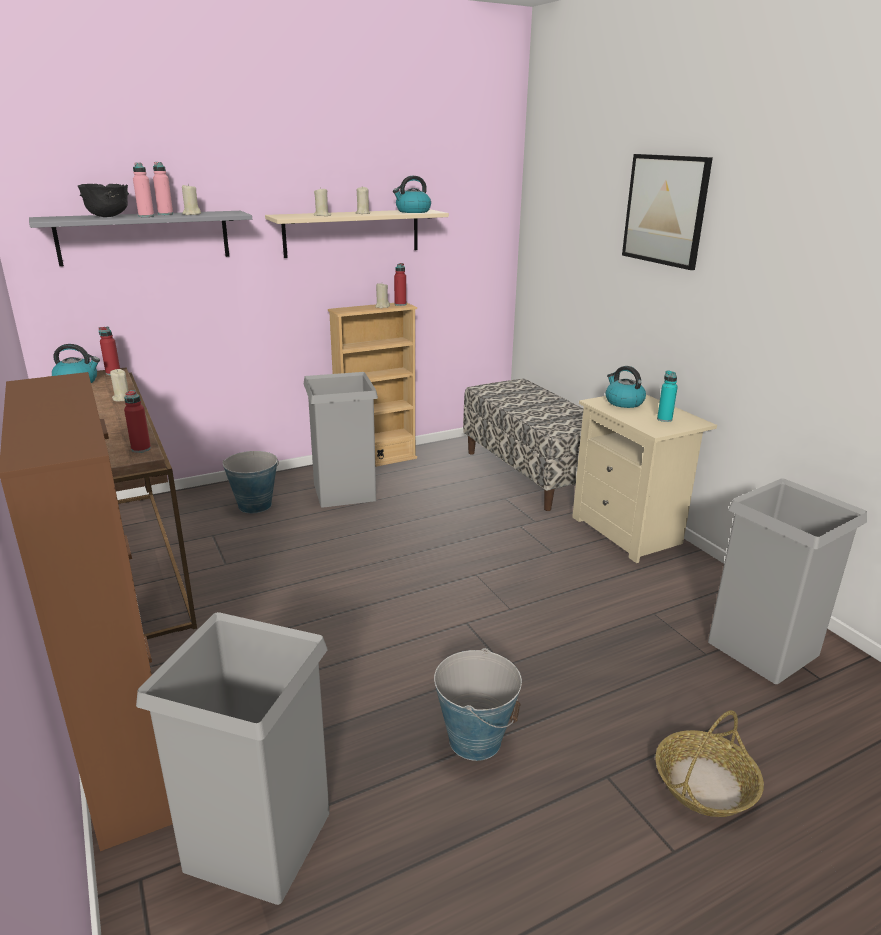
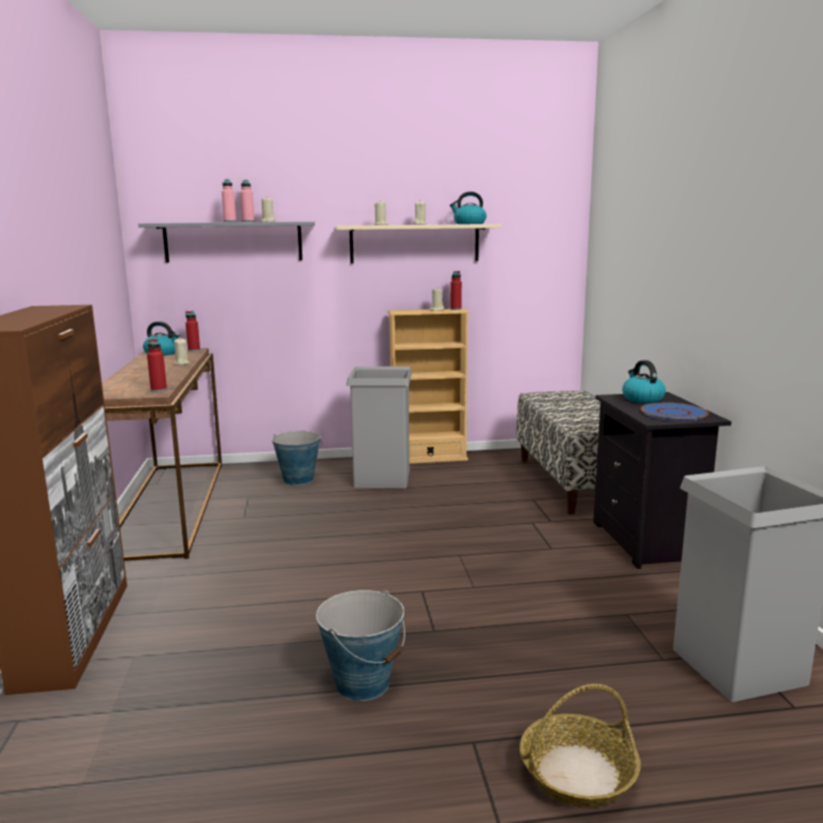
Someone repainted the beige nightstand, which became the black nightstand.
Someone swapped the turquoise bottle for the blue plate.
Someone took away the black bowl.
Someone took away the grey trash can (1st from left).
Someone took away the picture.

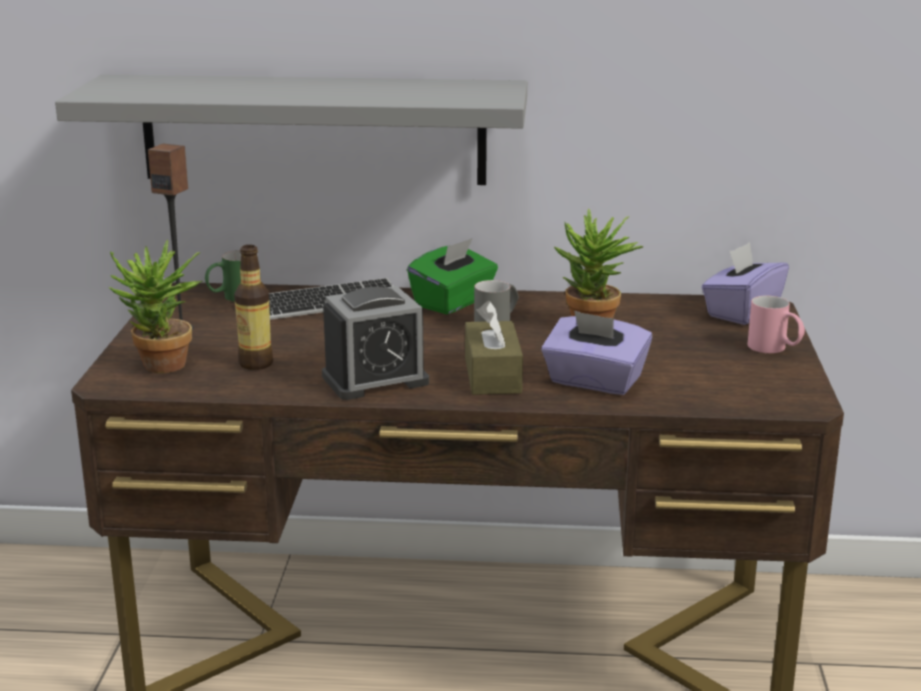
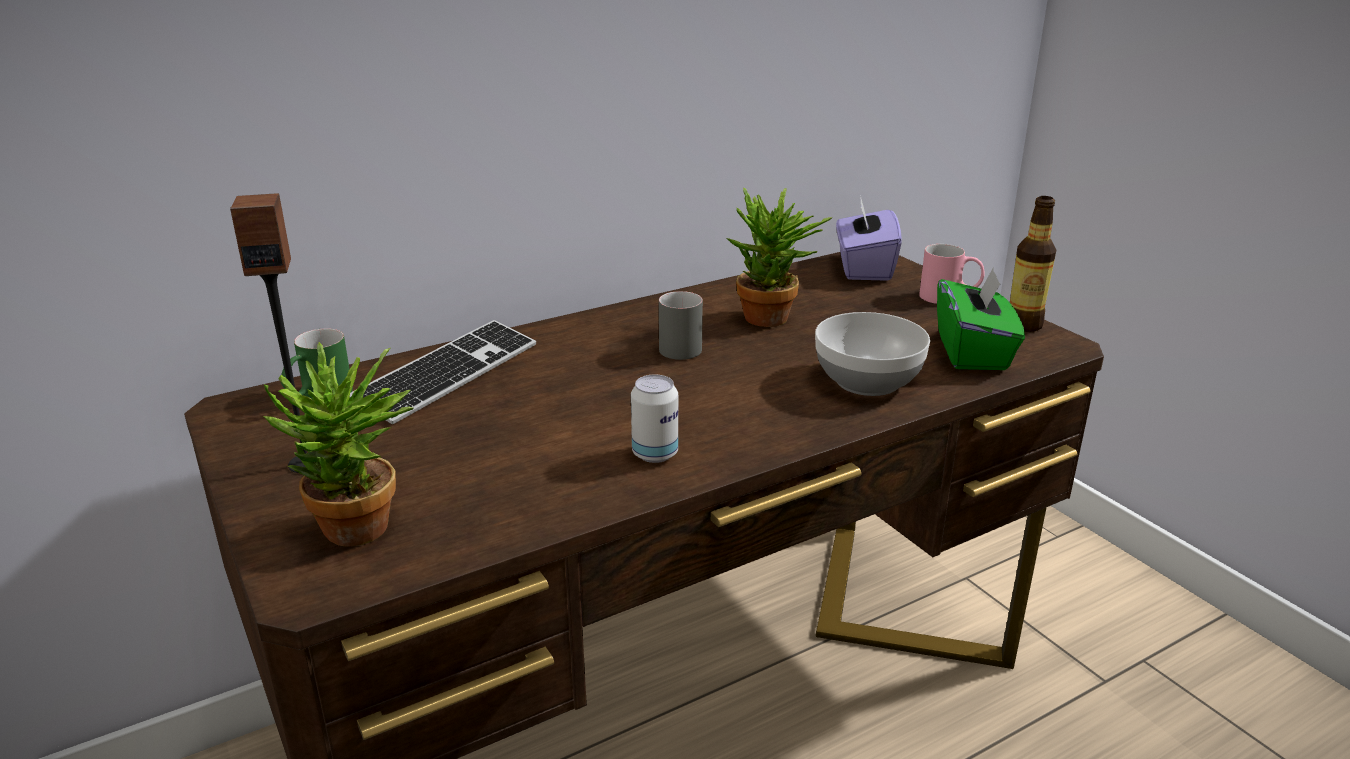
Someone swapped the alarm clock for the can.
Someone swapped the purple tissue box (1st from left) for the bowl.
Someone carried the green tissue box.
Someone carried the bottle.
Someone took away the grey shelf.
Someone took away the brown tissue box.

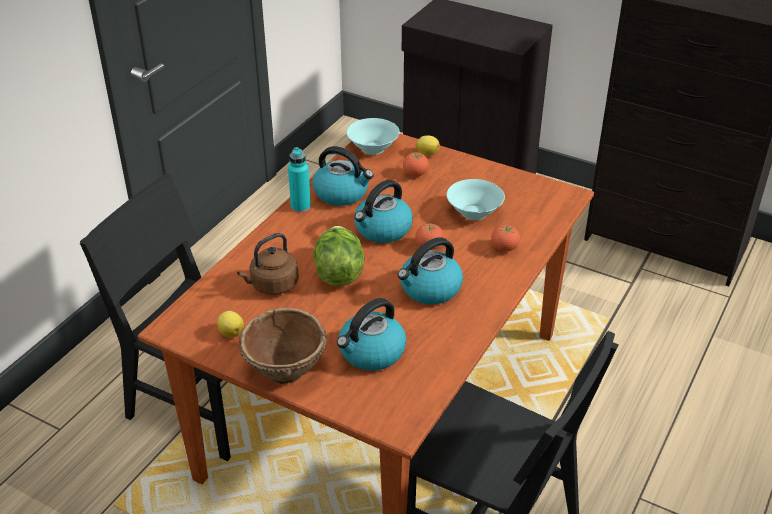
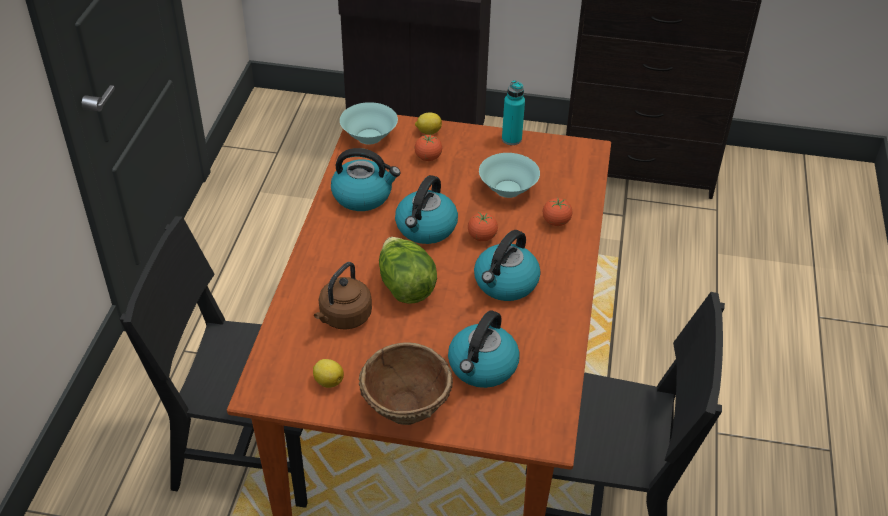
Someone carried the turquoise bottle.

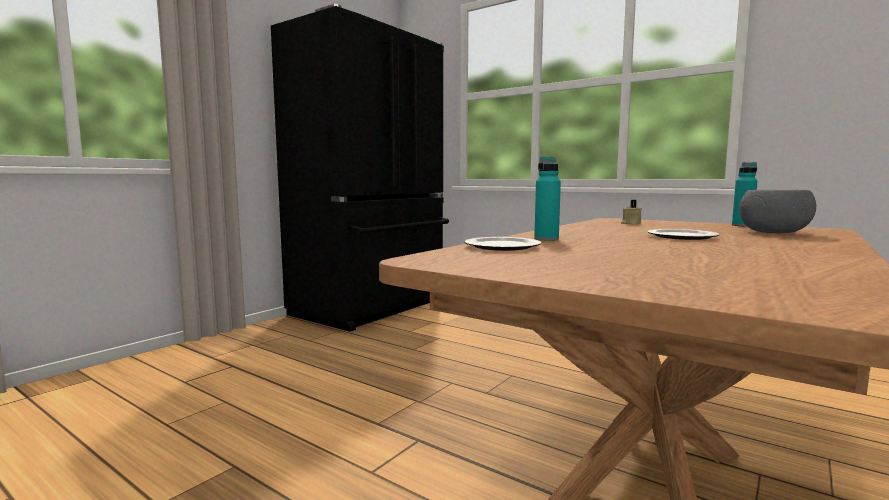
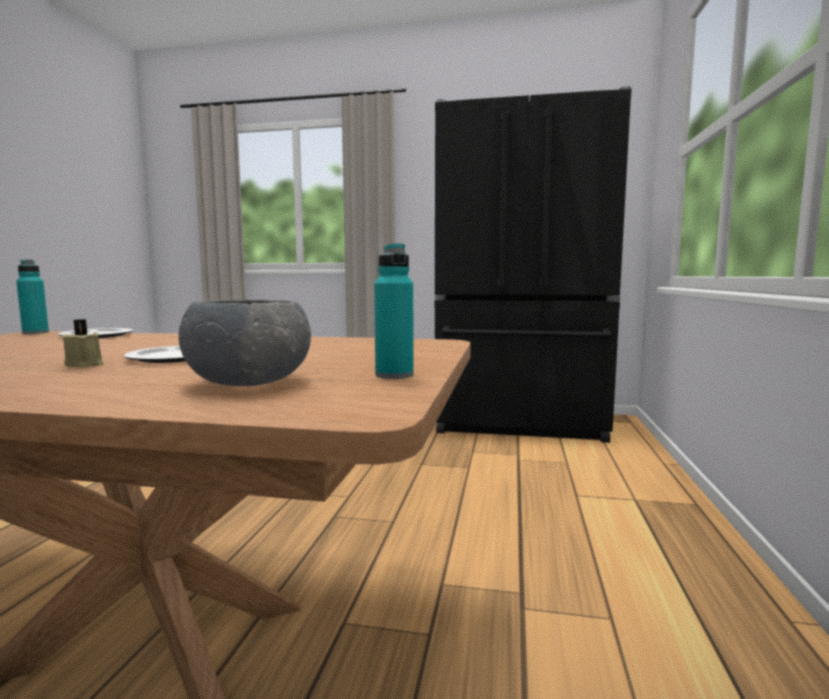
Someone carried the turquoise bottle (1st from left).
Someone carried the beige candle.

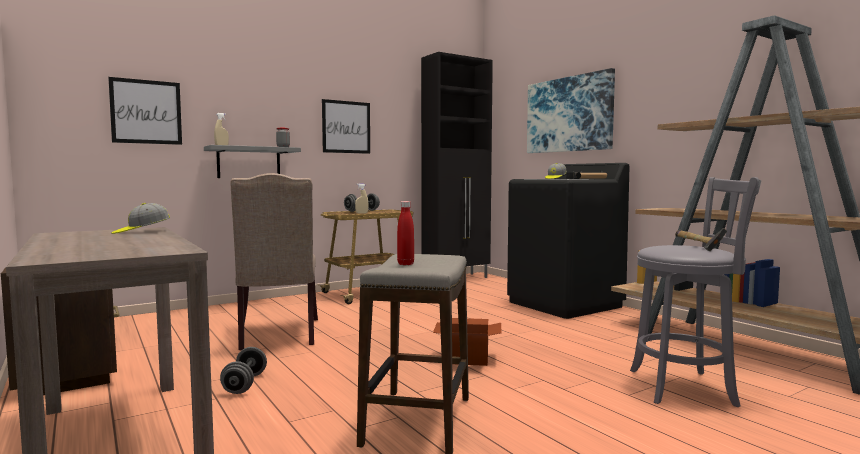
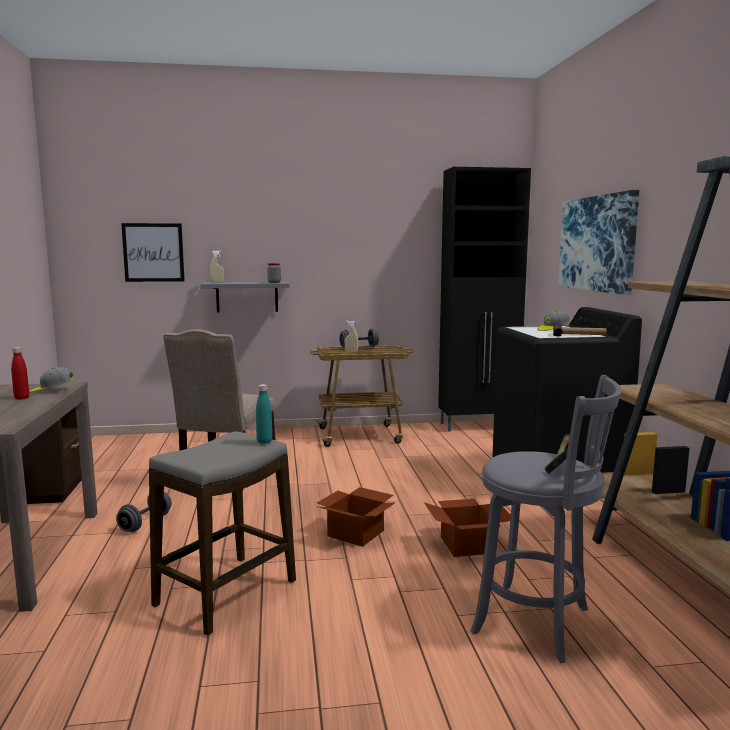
Someone carried the red bottle.
Someone put down the turquoise bottle.
Someone put down the cardboard box (2nd from left).
Someone took away the picture (2nd from left).

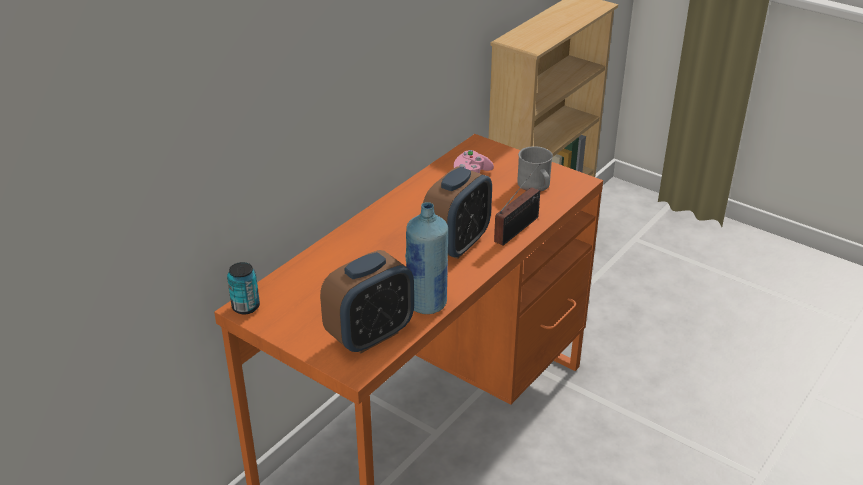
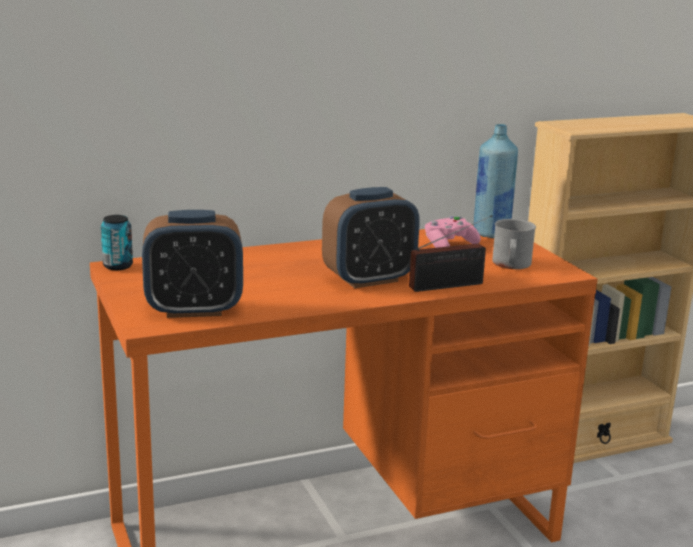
Someone carried the blue bottle.

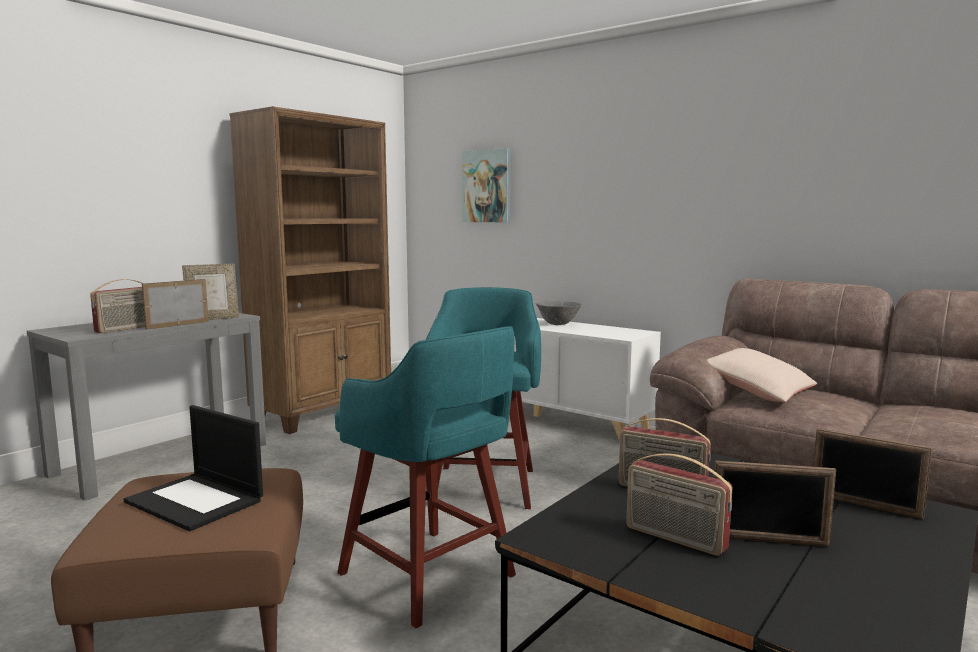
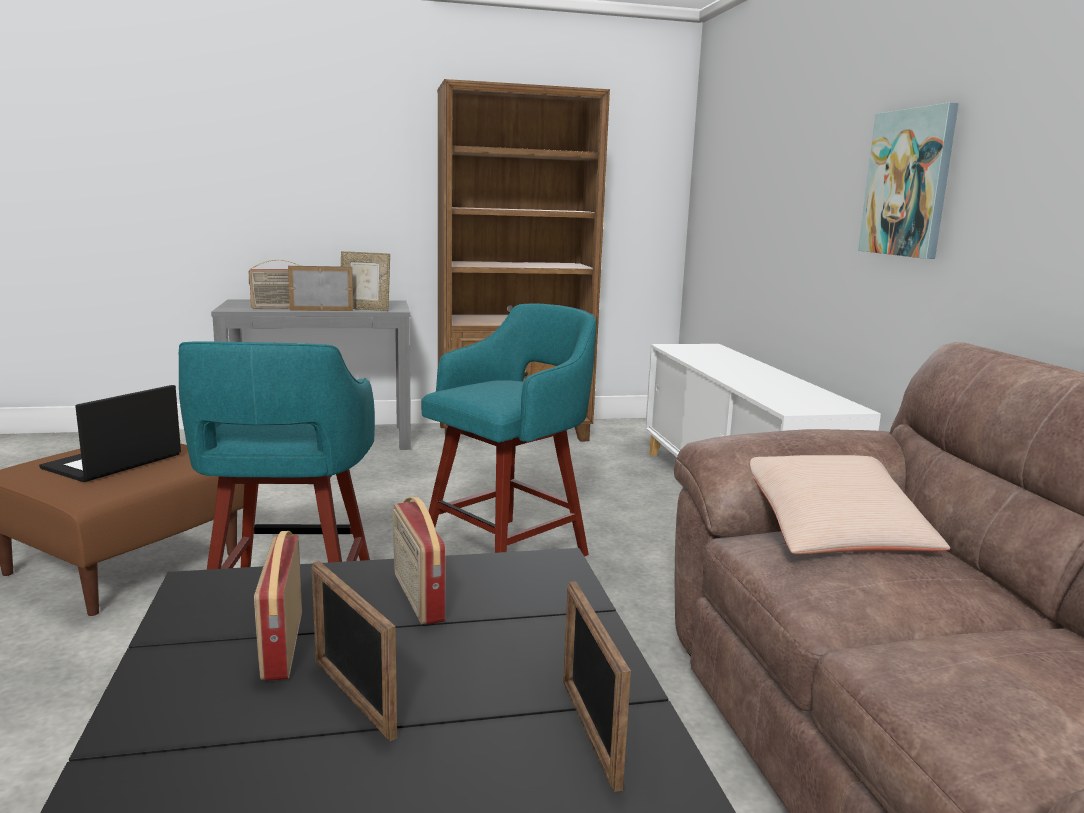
Someone rotated the laptop by 45 degrees clockwise.
Someone carried the picture.
Someone took away the grey bowl.

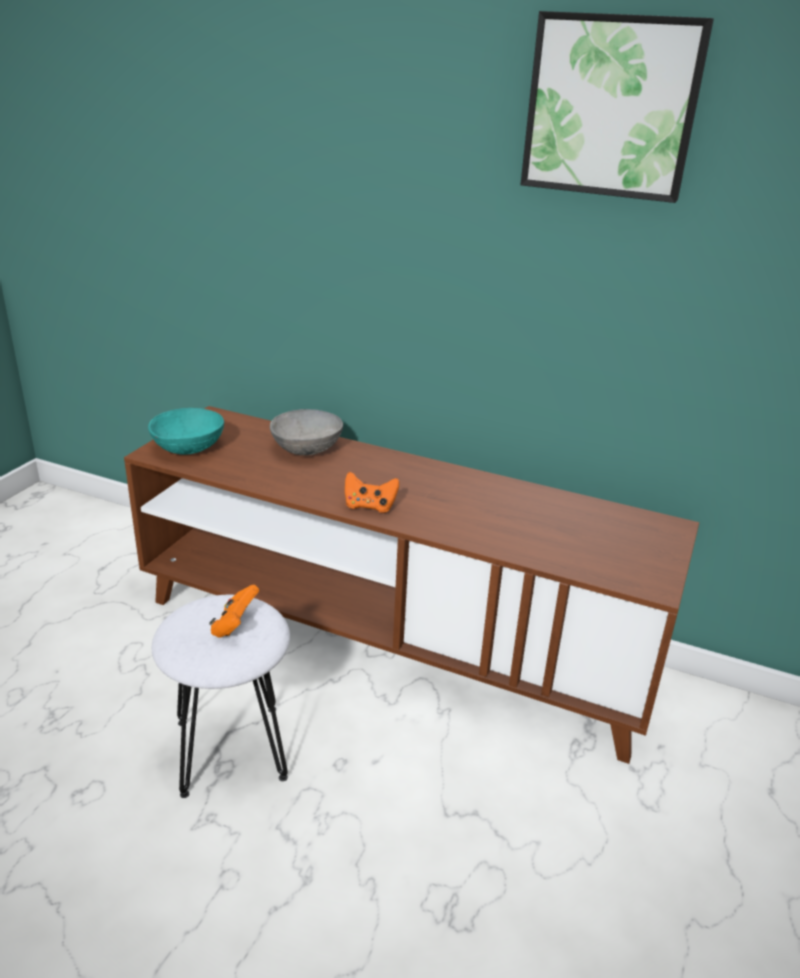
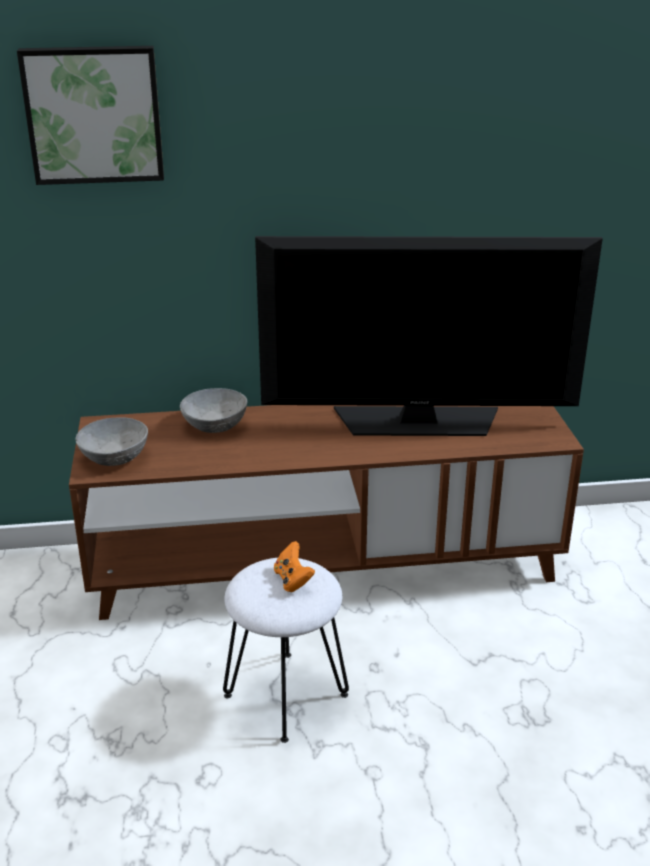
Someone carried the picture.
Someone repainted the turquoise bowl, which became the grey bowl (1st from left).
Someone put down the television.
Someone took away the orange game controller (2nd from left).

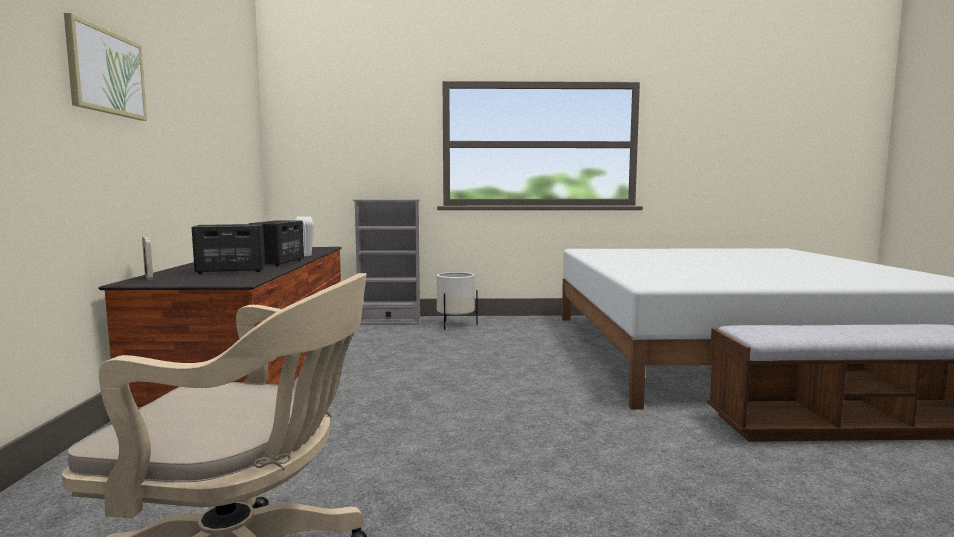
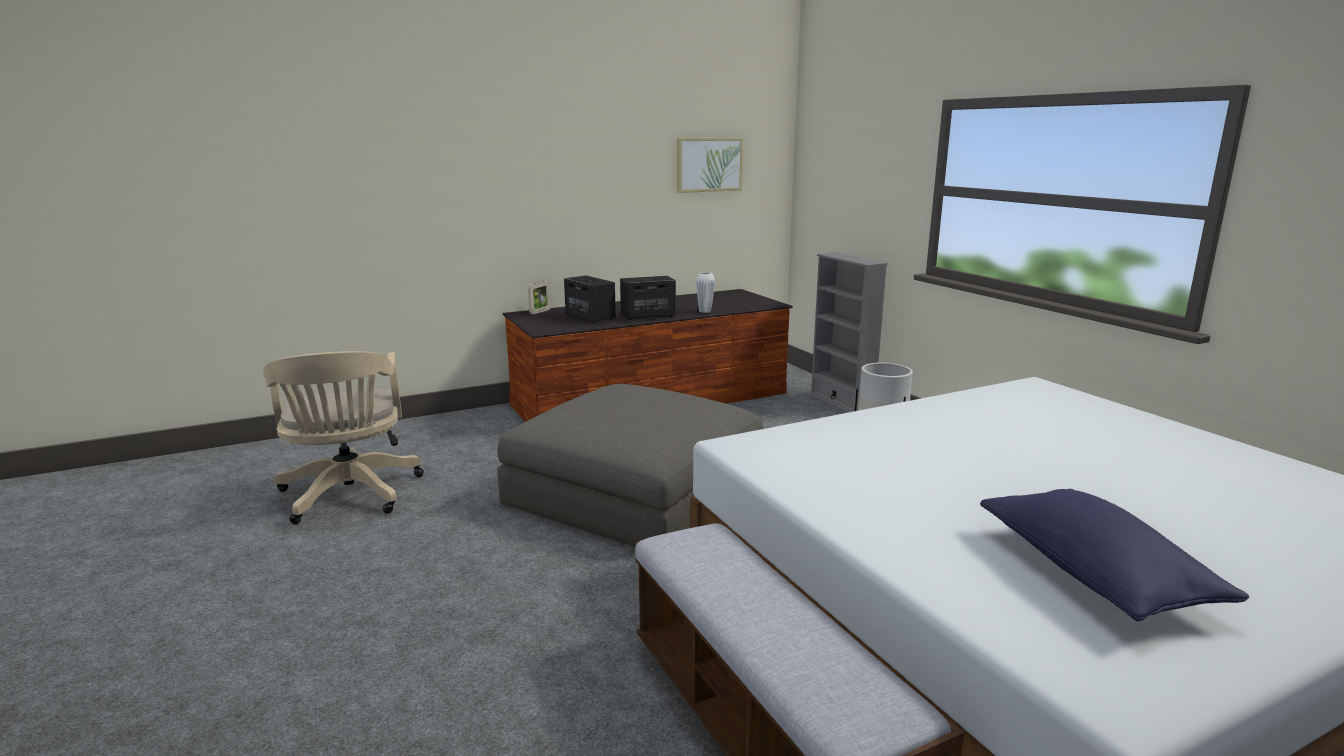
Someone put down the grey ottoman.
Someone carried the picture.
Someone put down the blue pillow.

